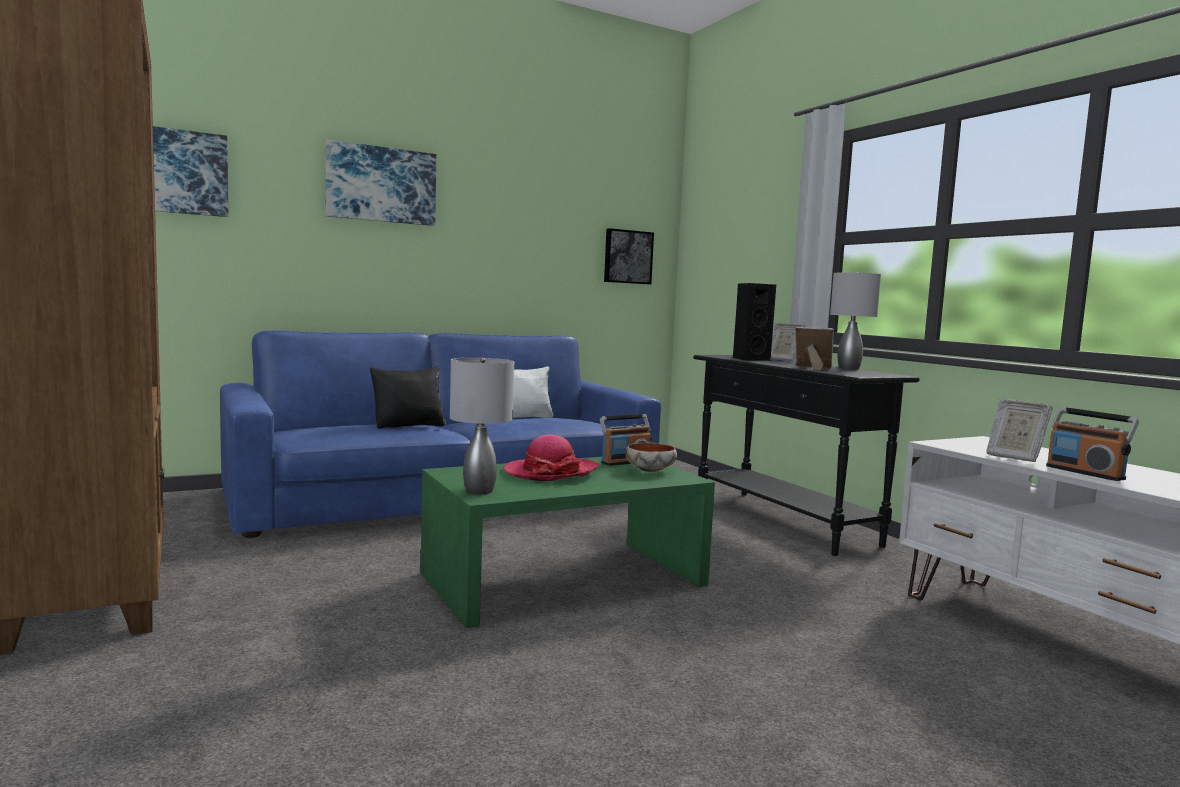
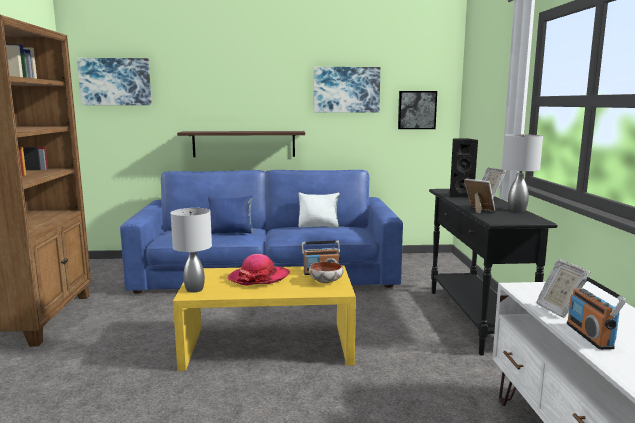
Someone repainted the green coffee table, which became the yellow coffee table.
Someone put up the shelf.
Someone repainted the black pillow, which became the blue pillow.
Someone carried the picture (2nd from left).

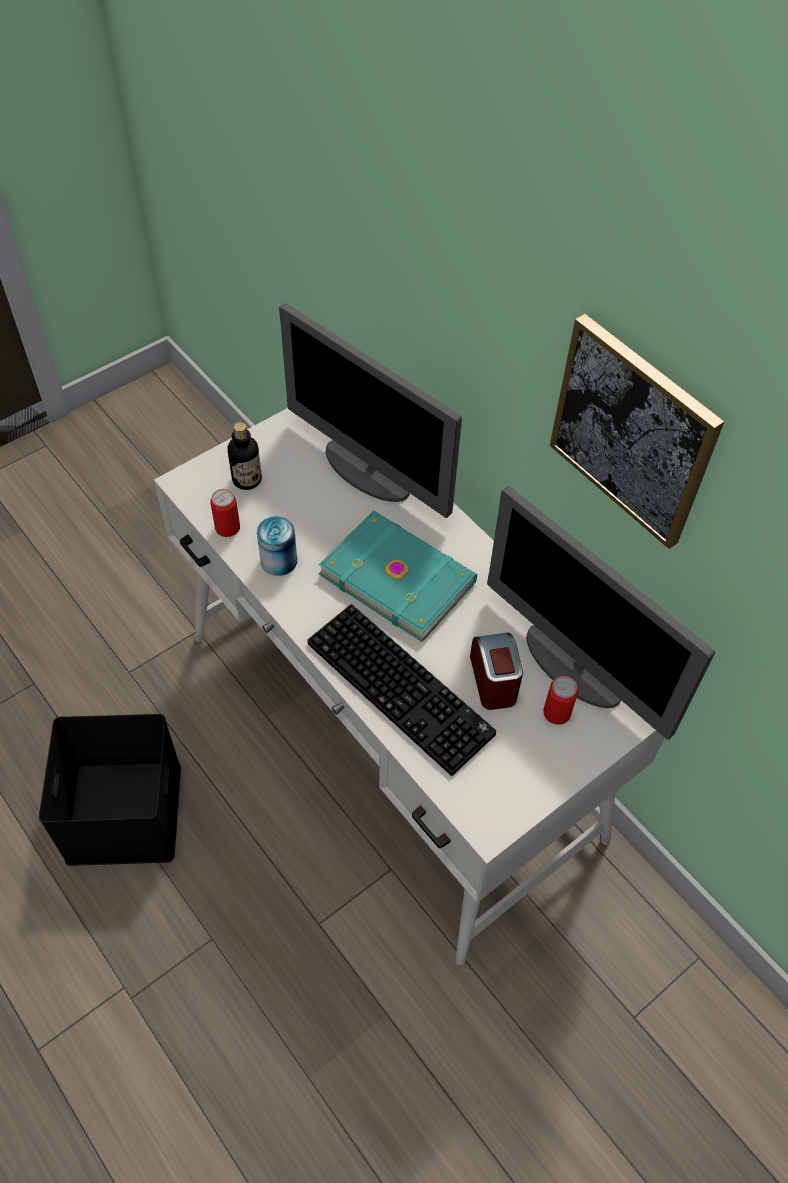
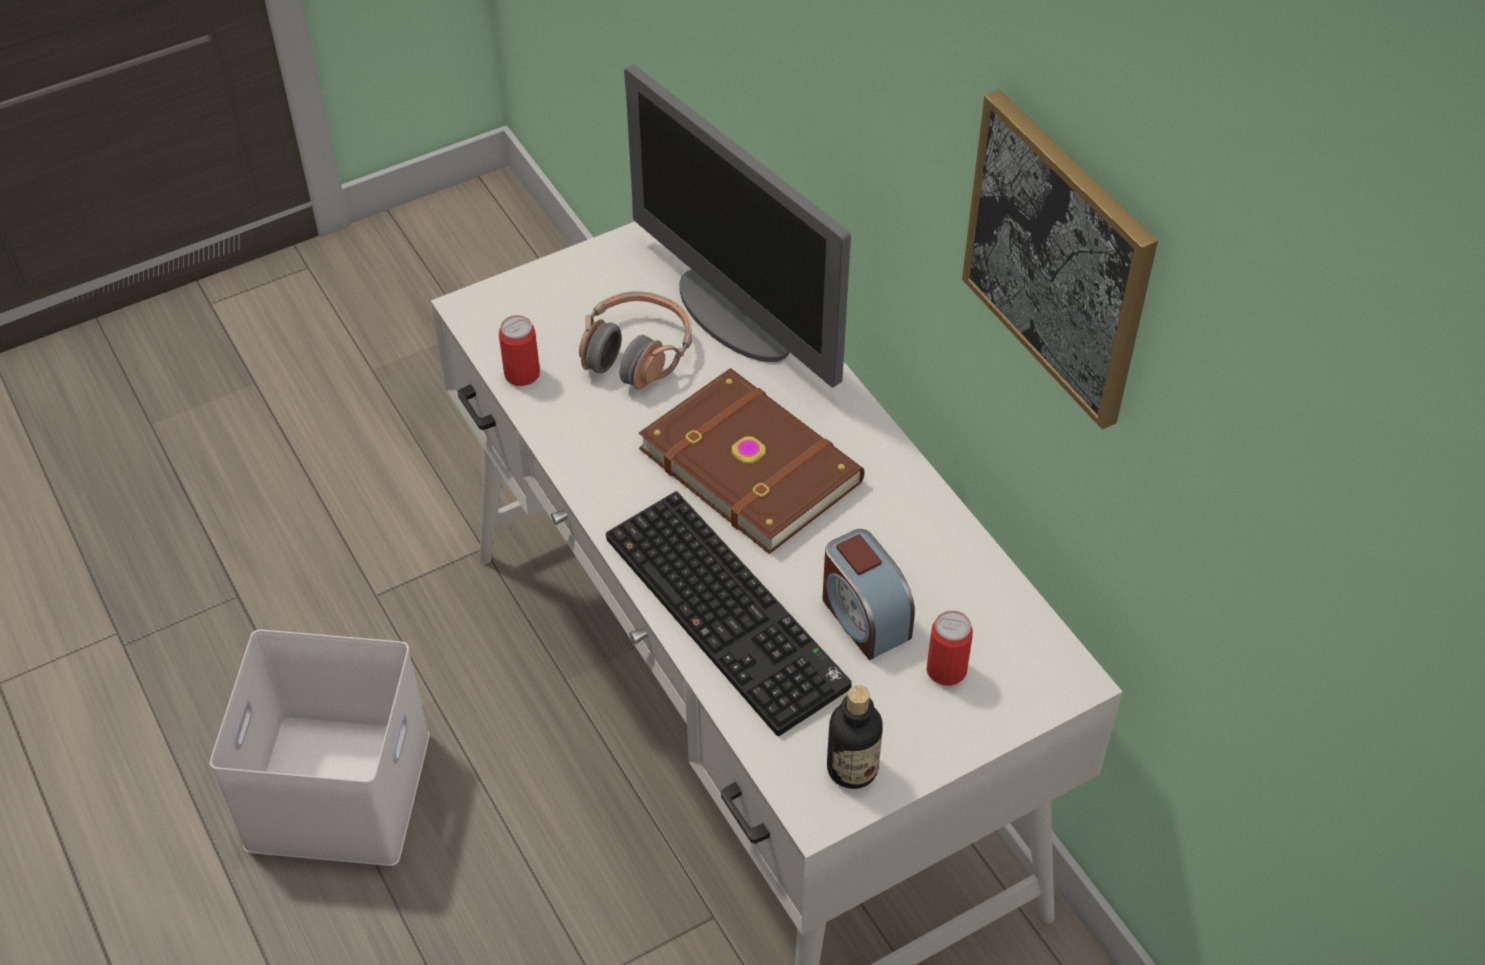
Someone repainted the black storage box, which became the white storage box.
Someone put down the headphones.
Someone repainted the turquoise book, which became the brown book.
Someone rotated the alarm clock by 150 degrees clockwise.
Someone carried the bottle.
Someone took away the can (2nd from left).
Someone took away the monitor (2nd from left).

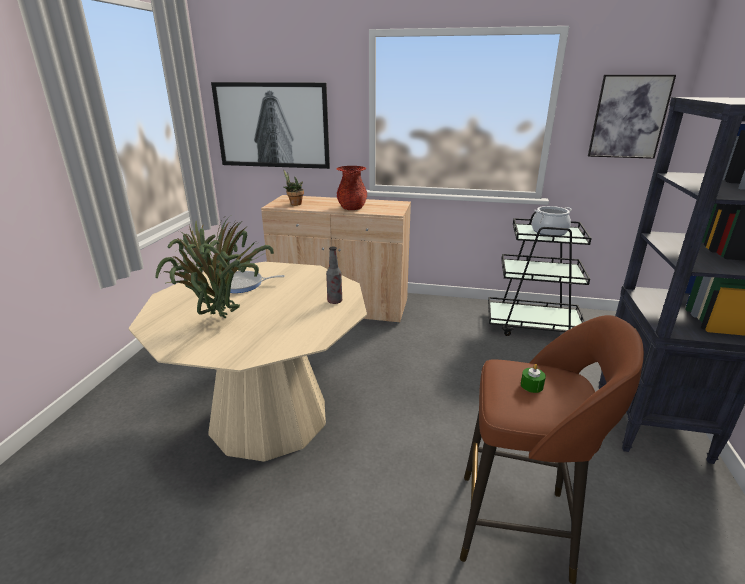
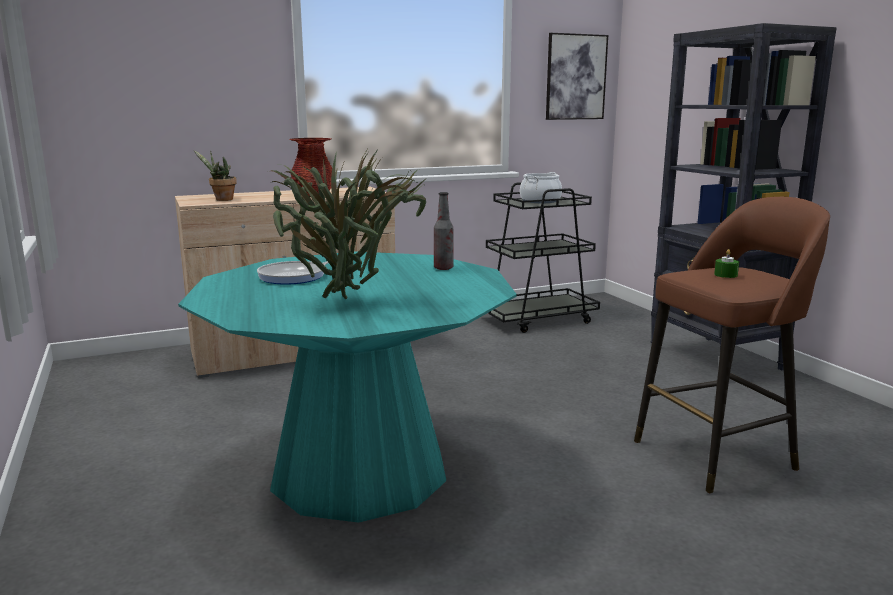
Someone repainted the beige dining table, which became the turquoise dining table.
Someone took away the picture (1st from left).

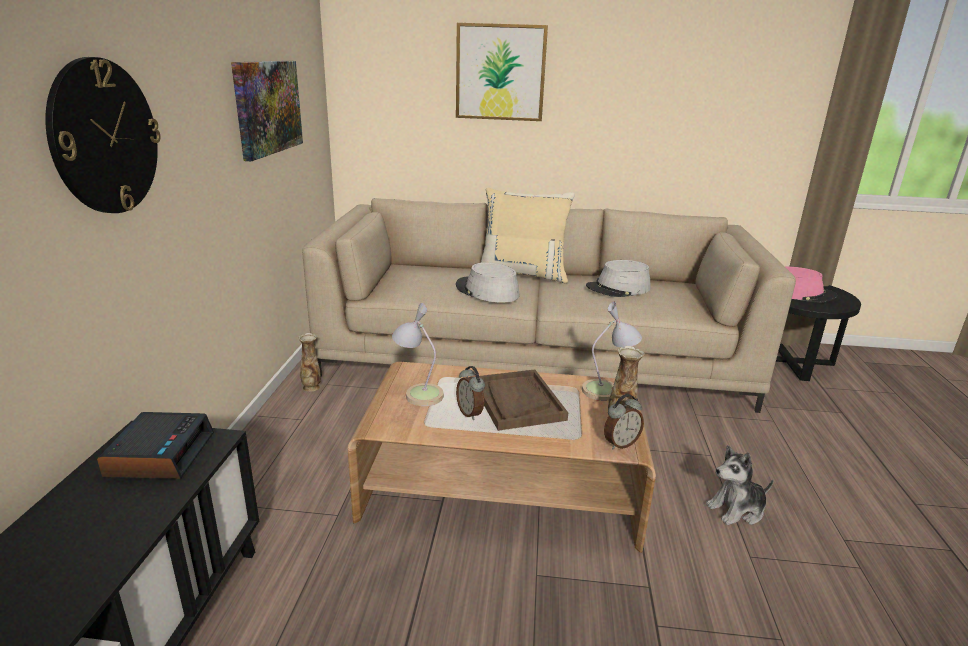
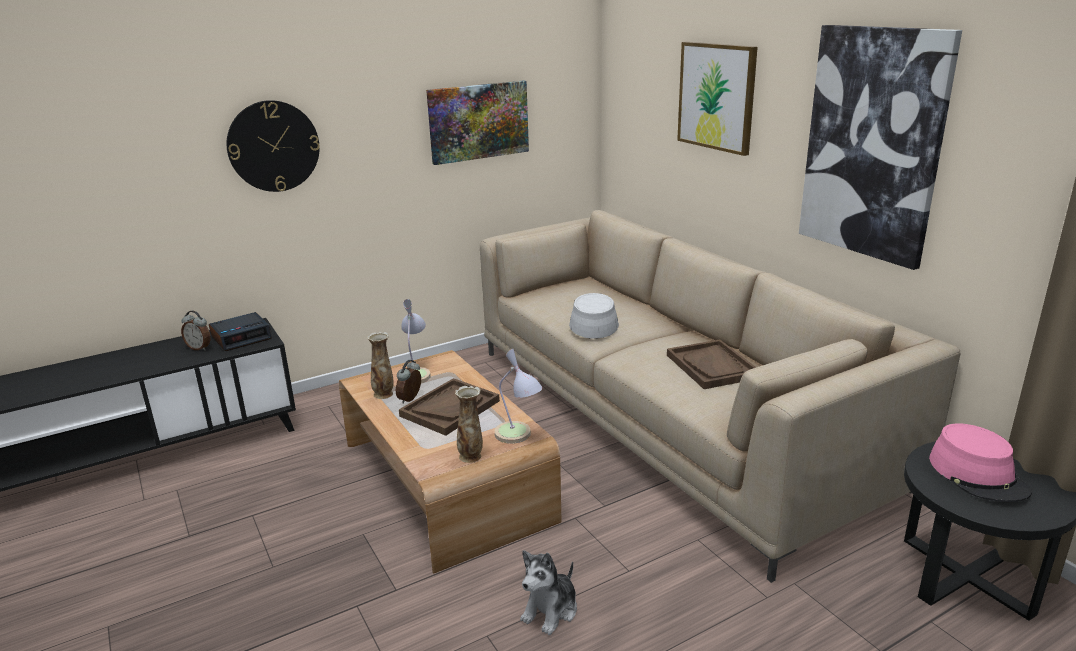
Someone carried the alarm clock (3rd from left in the first image).
Someone carried the vase (1st from left).
Someone rotated the plush toy by 90 degrees counterclockwise.
Someone swapped the grey hat (2nd from left) for the brown tray (2nd from left).
Someone put up the picture (3rd from left).
Someone took away the beige pillow.

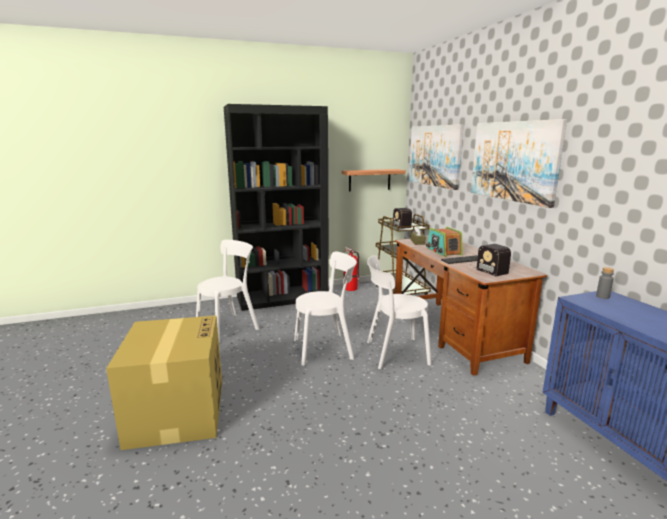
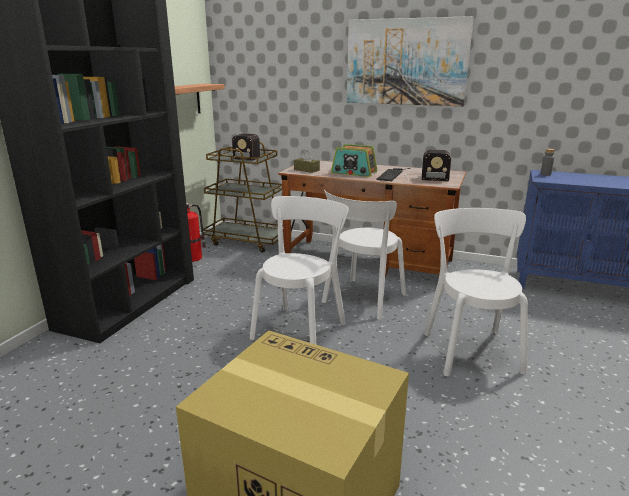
Someone carried the white chair (1st from left in the first image).
Someone took away the picture (1st from left).

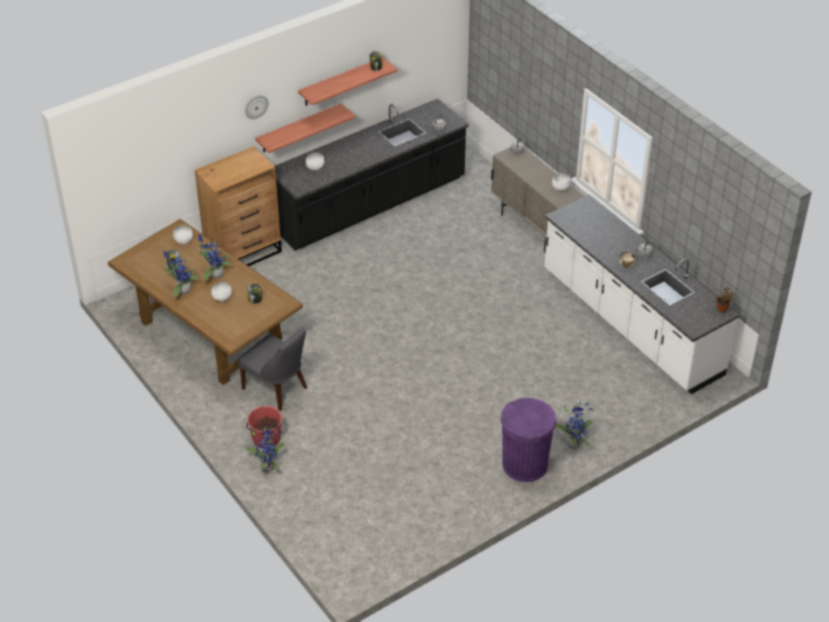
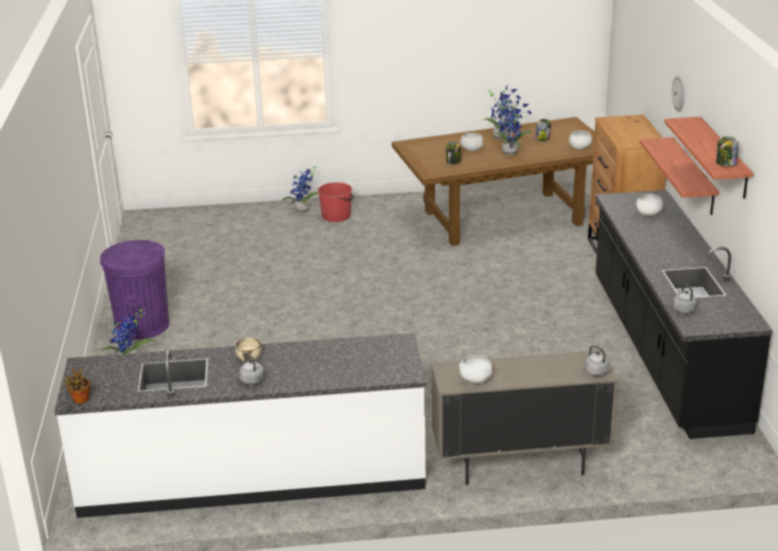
Someone took away the grey chair.

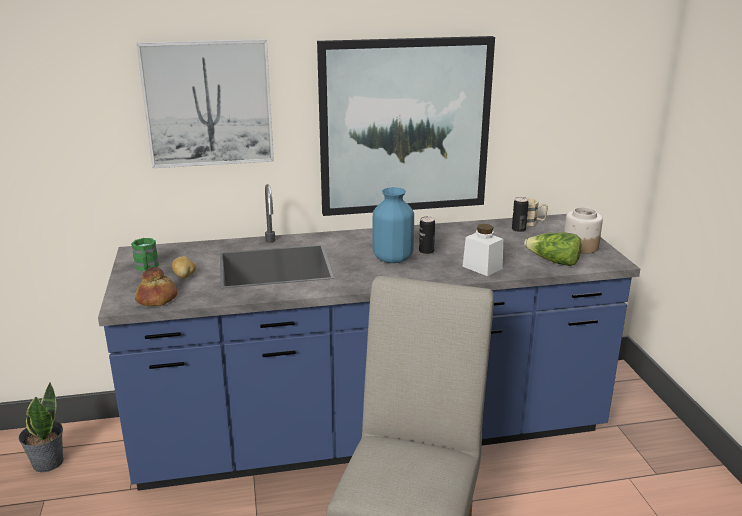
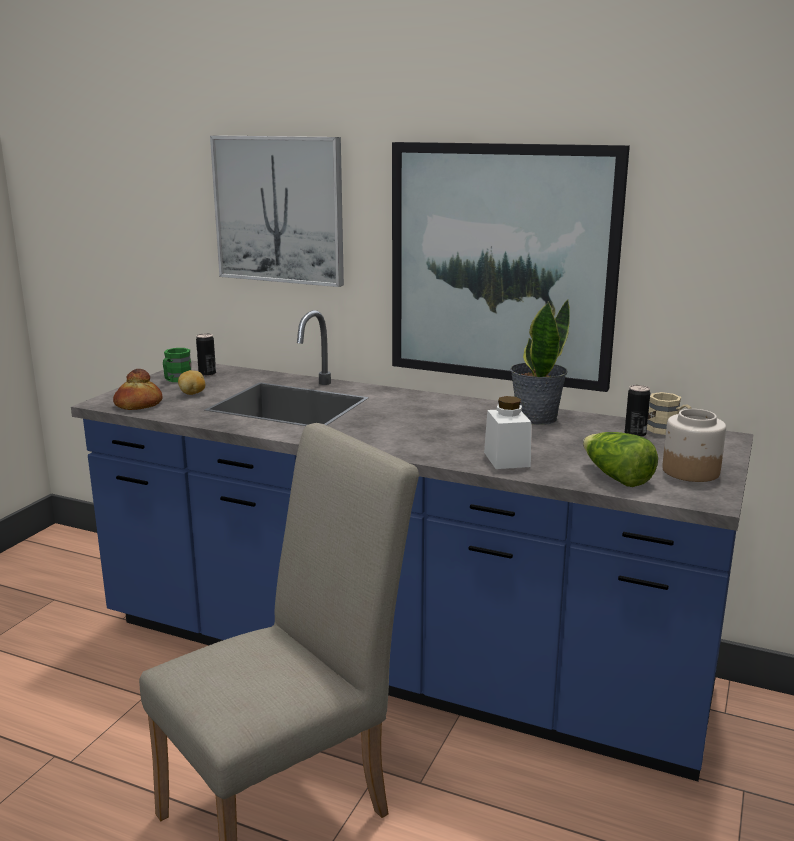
Someone carried the can (1st from left).
Someone carried the potted plant.
Someone took away the blue vase.

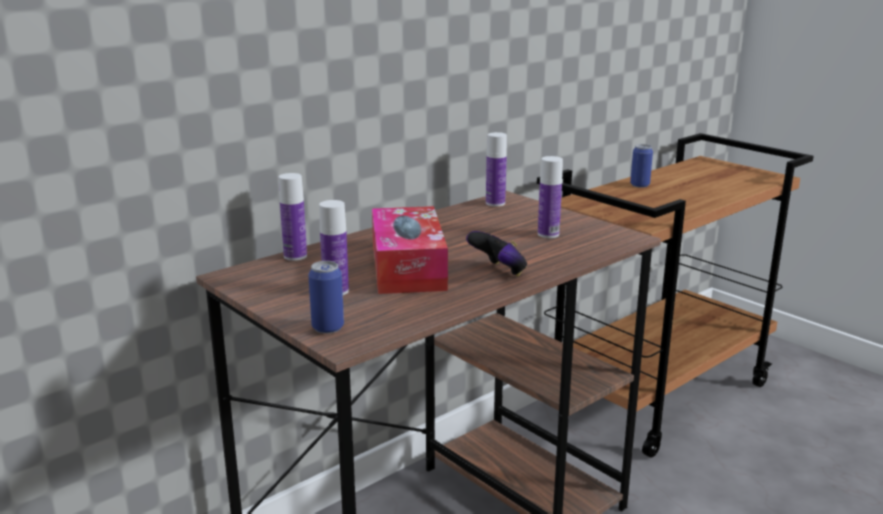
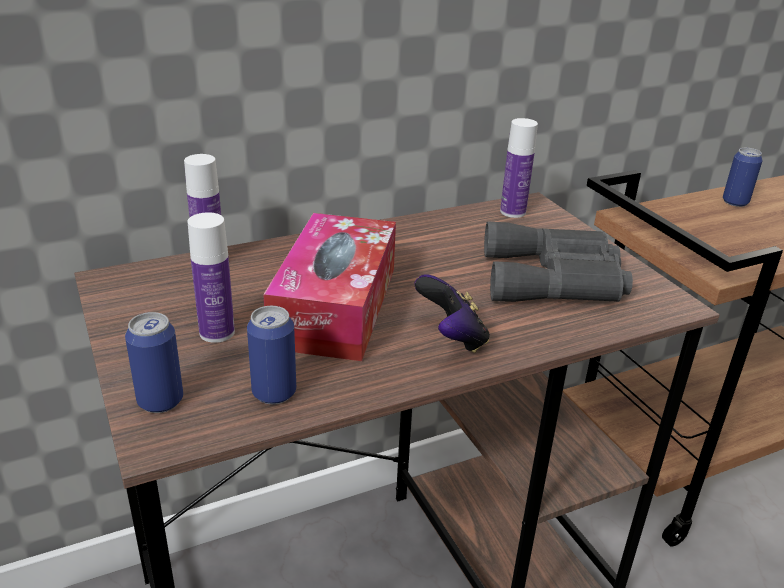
Someone put down the can (2nd from left).
Someone swapped the bottle (4th from left) for the grey binoculars.

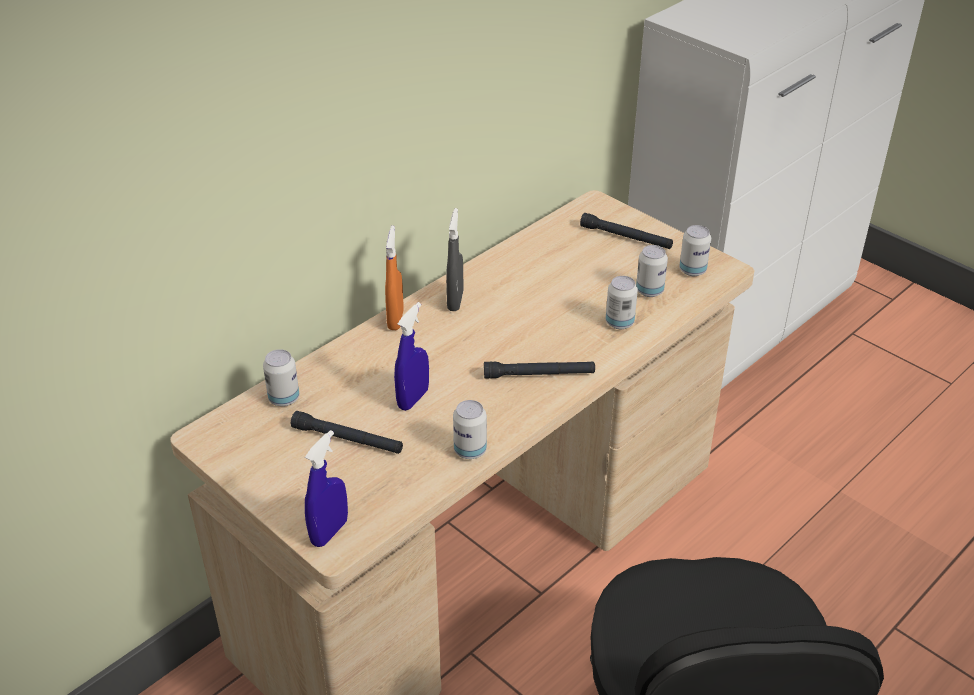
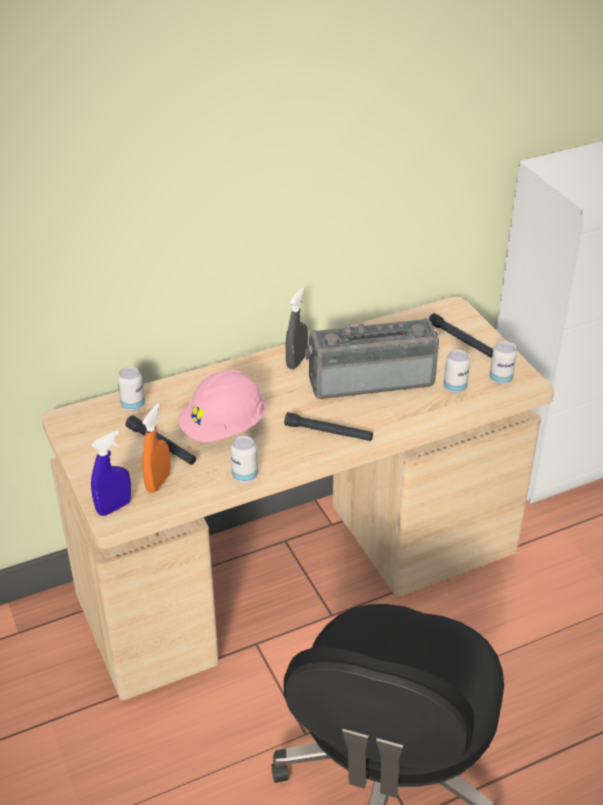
Someone carried the orange spray bottle.
Someone swapped the blue spray bottle (2nd from left) for the pink hard hat.
Someone put down the radio.
Someone took away the can (3rd from left).

